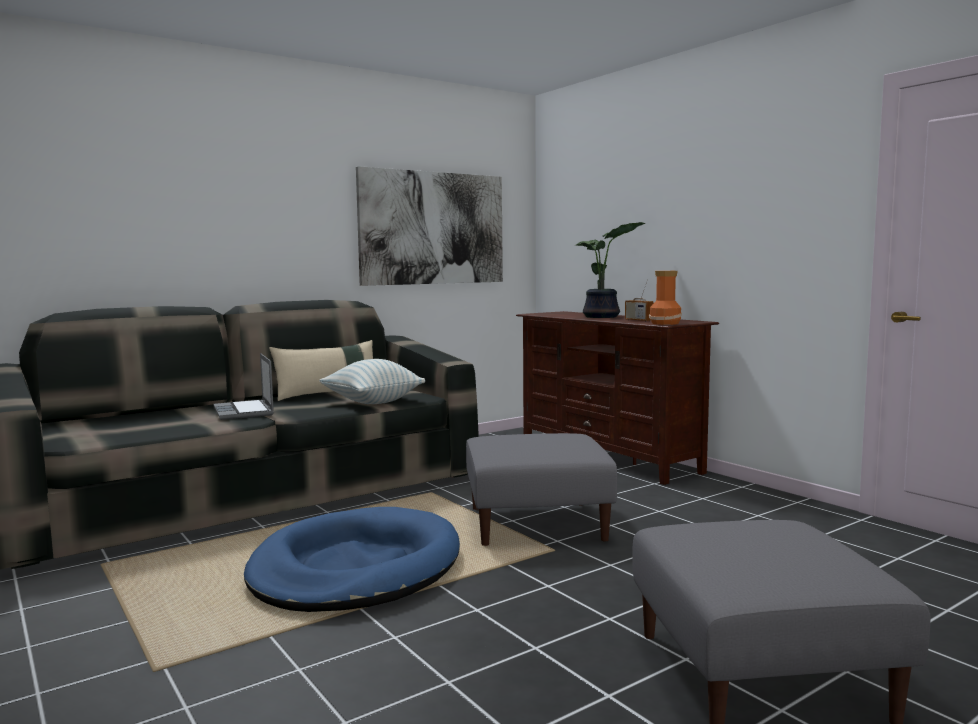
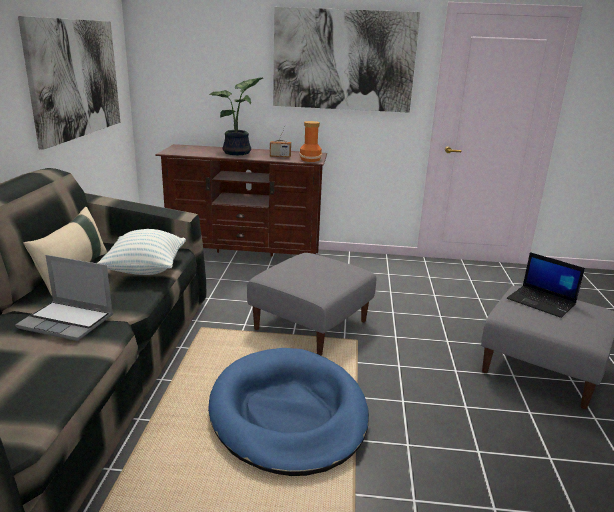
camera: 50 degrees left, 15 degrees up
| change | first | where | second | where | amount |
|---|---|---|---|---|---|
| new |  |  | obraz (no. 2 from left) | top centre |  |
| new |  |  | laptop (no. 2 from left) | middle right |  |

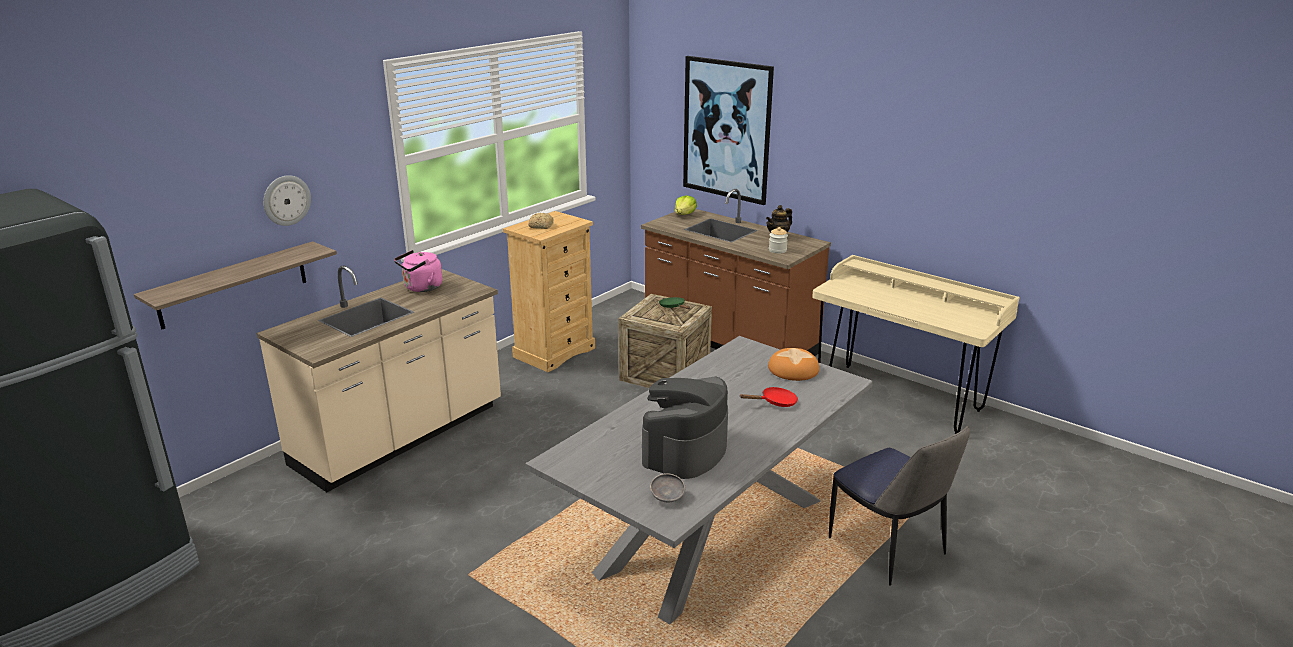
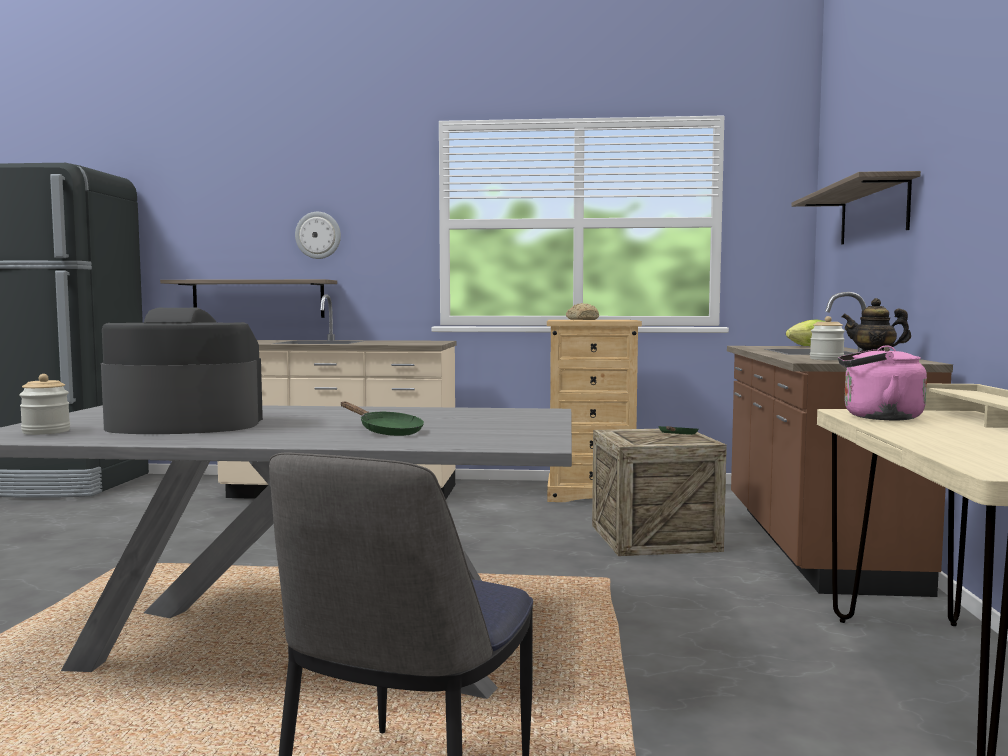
camera: 55 degrees right, 20 degrees down
| change | first | where | second | where | amount |
|---|---|---|---|---|---|
| gone | chleb (no. 2 from left) | centre |  |  |  |
| shifted | czajnik (różowy) | middle left |  | middle right |  |
| swapped | miska (szary) | bottom centre | słoik (no. 1 from left) | middle left |  |
| swapped | obraz | top centre | półka (no. 2 from left) | top right |  |
| repainted | patelnia (czerwony) | centre | patelnia (zielony) (no. 1 from left) | centre |  |

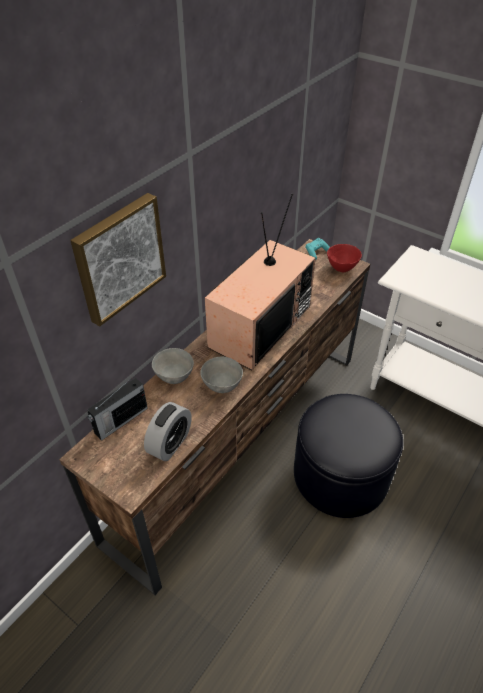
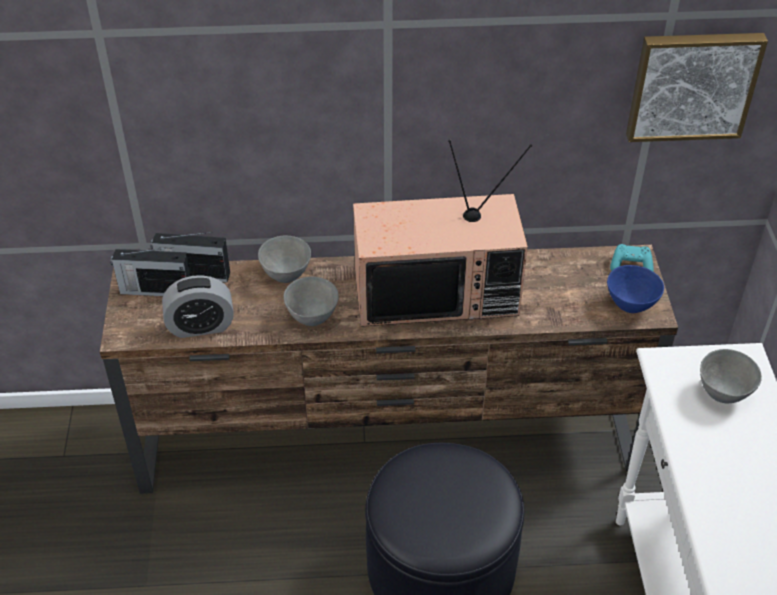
camera: 50 degrees right, 0 degrees up
| change | first | where | second | where | amount |
|---|---|---|---|---|---|
| new |  |  | radio (no. 1 from left) | middle left |  |
| new |  |  | miska (szary) (no. 3 from left) | middle right |  |
| shifted | obraz | middle left |  | top right |  |
| repainted | miska (czerwony) | middle right | miska (niebieski) | middle right |  |

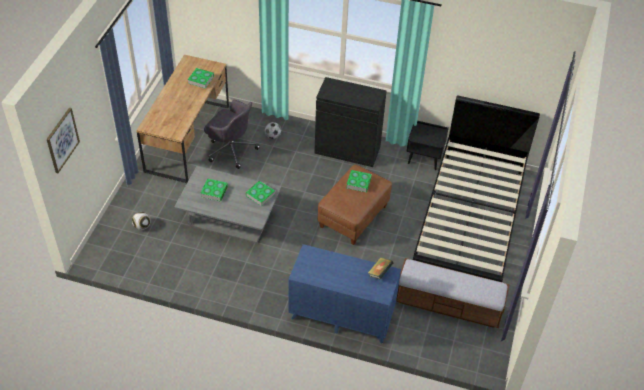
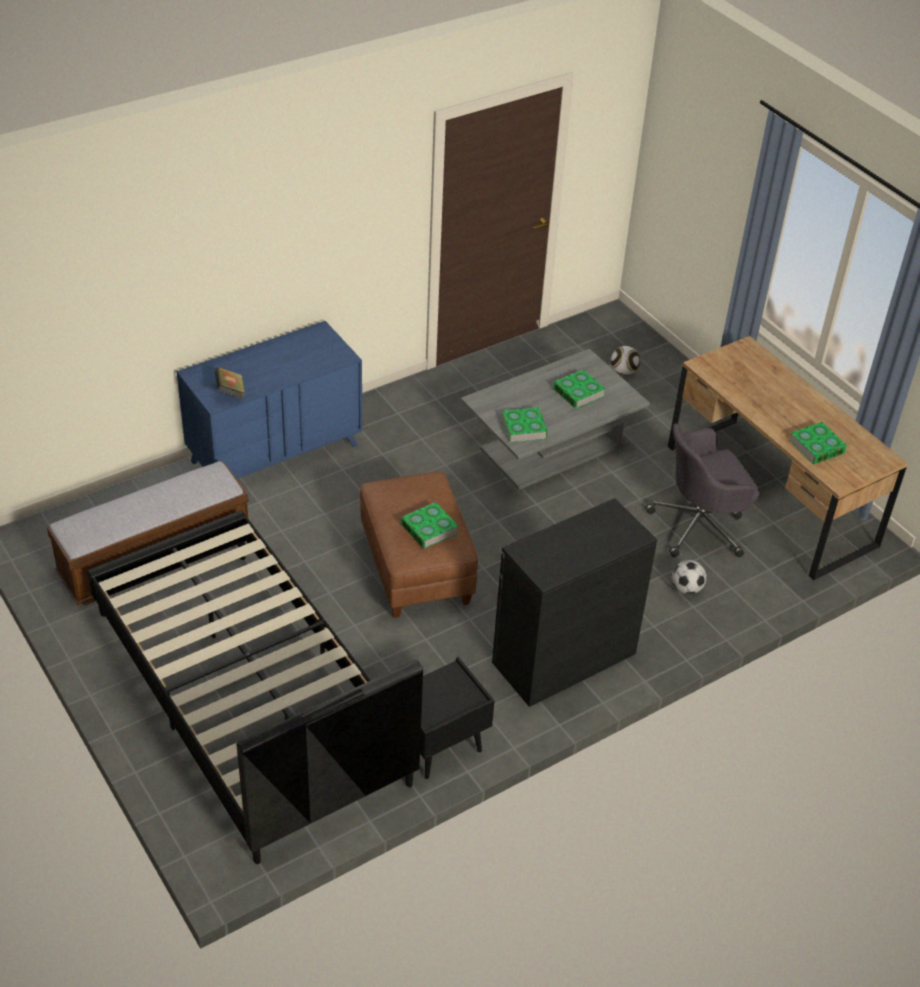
camera: 130 degrees right, 5 degrees down
| change | first | where | second | where | amount |
|---|---|---|---|---|---|
| gone | obraz | middle left |  |  |  |

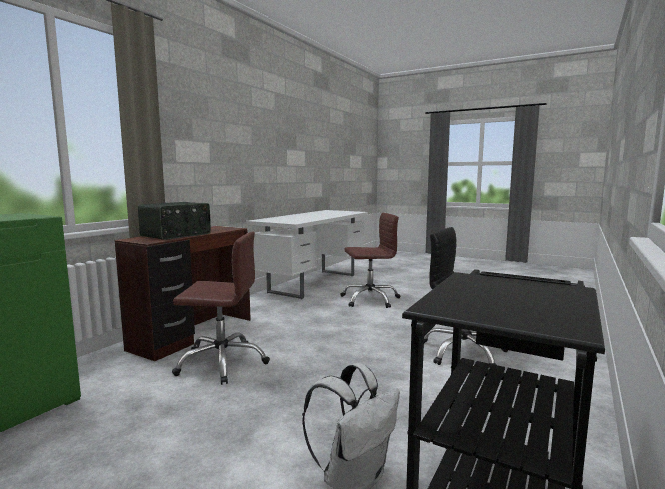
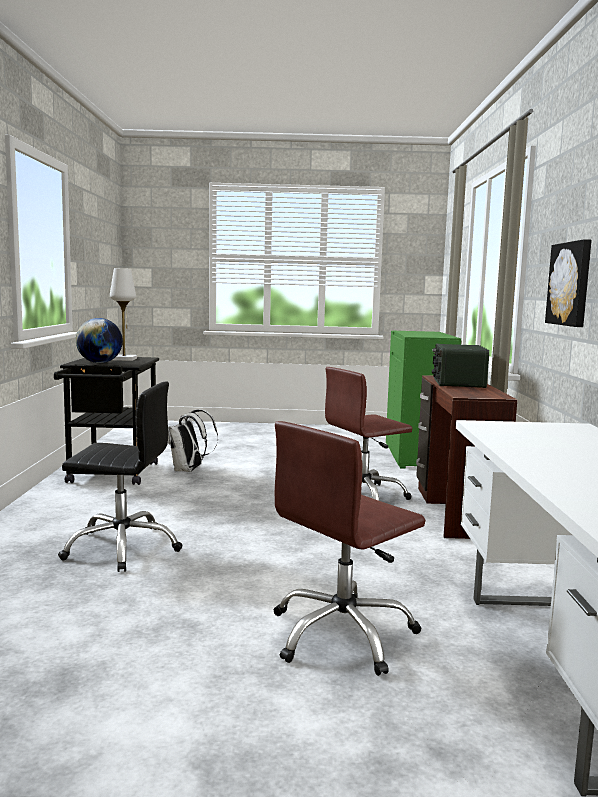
camera: 150 degrees right, 0 degrees up
| change | first | where | second | where | amount |
|---|---|---|---|---|---|
| new |  |  | globus | middle left |  |
| new |  |  | lampa stołowa (biały) | middle left |  |
| new |  |  | obraz | middle right |  |

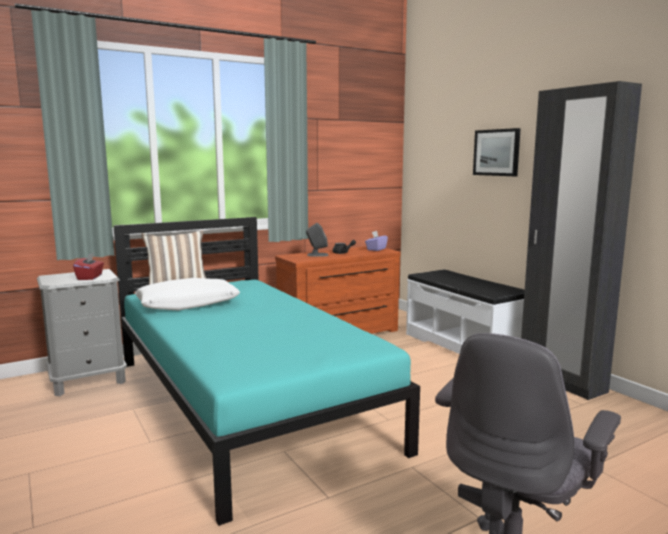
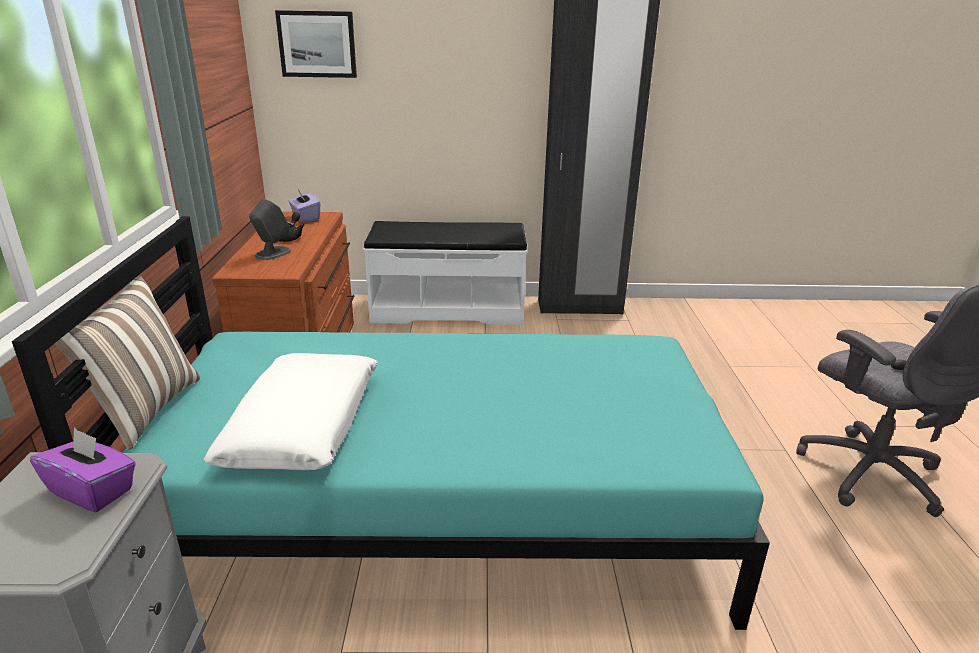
camera: 60 degrees left, 15 degrees up
| change | first | where | second | where | amount |
|---|---|---|---|---|---|
| shifted | obraz | top right |  | top left |  |
| repainted | pudełko chusteczek (czerwony) | middle left | pudełko chusteczek (fioletowy) (no. 1 from left) | bottom left |  |

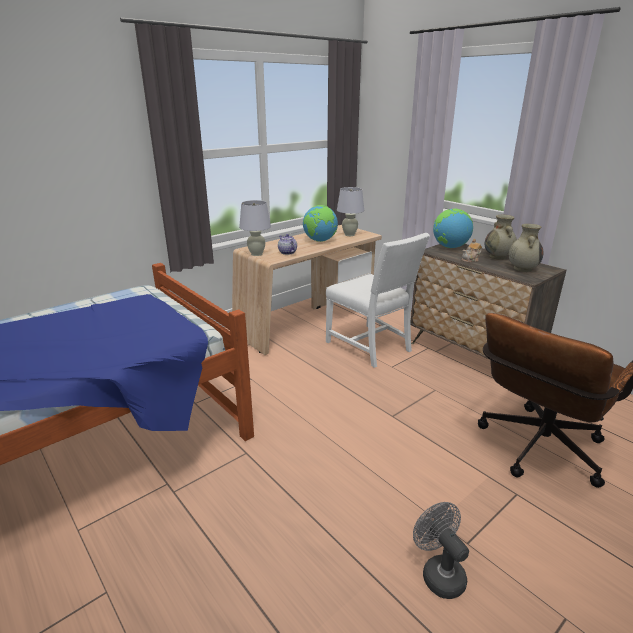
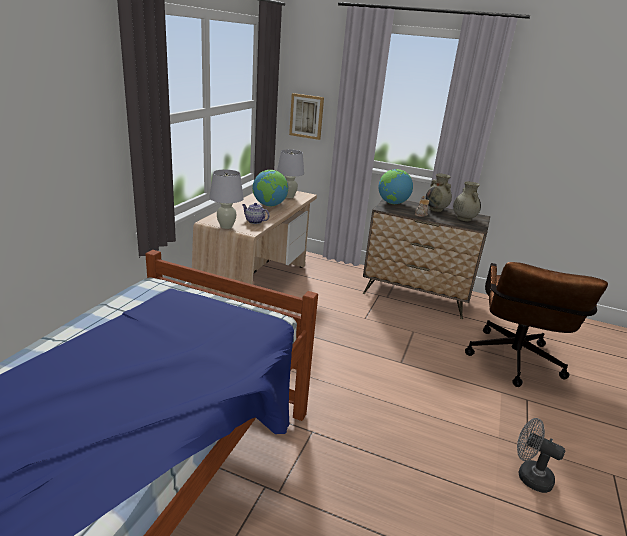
camera: 30 degrees left, 0 degrees up
| change | first | where | second | where | amount |
|---|---|---|---|---|---|
| gone | krzesło (biały) | centre |  |  |  |
| new |  |  | obraz | top centre |  |

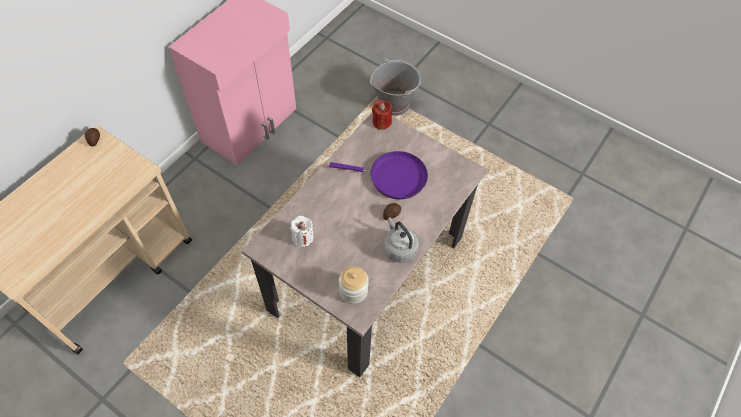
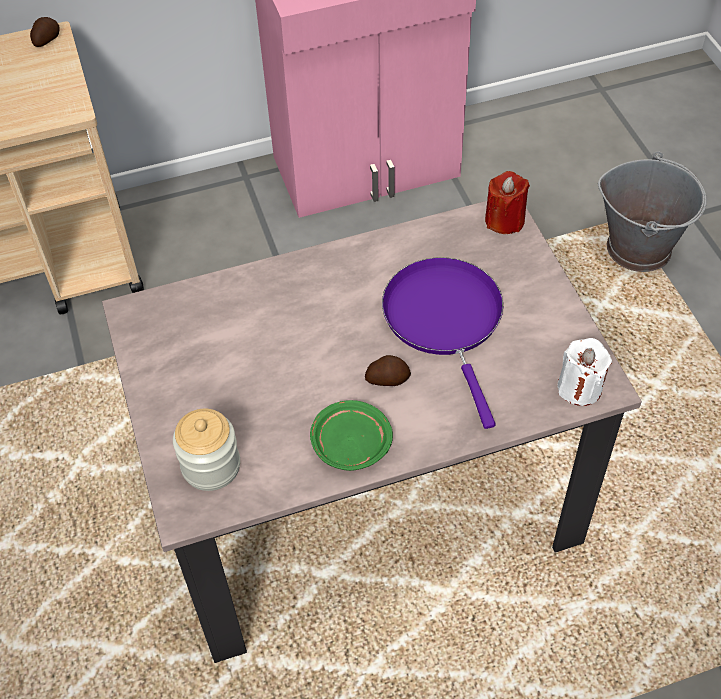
camera: 40 degrees right, 5 degrees down
| change | first | where | second | where | amount |
|---|---|---|---|---|---|
| shifted | świeca (biały) | centre |  | middle right |  |
| swapped | czajnik (szary) | centre | talerz (zielony) | centre |  |
| rotated | patelnia (fioletowy) | centre |  | centre | 150 degrees counterclockwise |

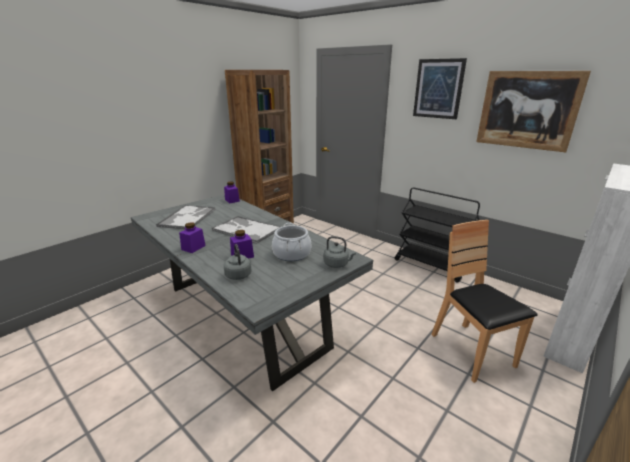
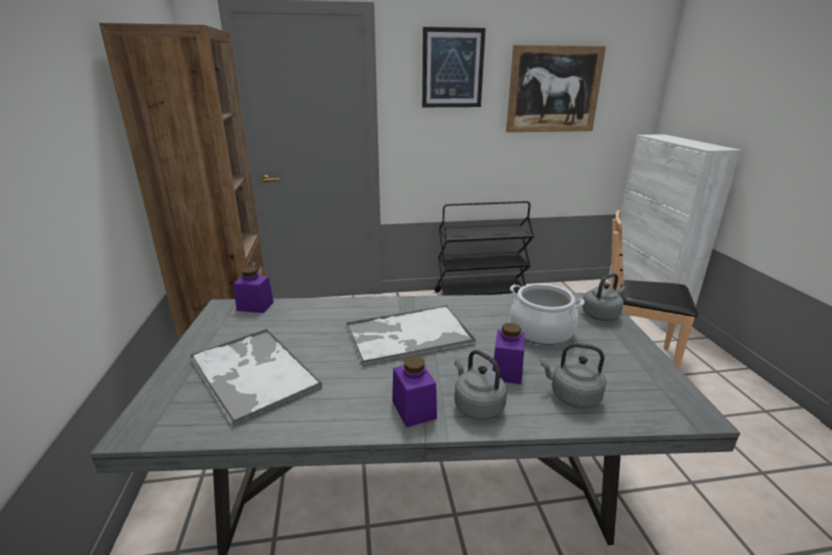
camera: 50 degrees left, 0 degrees up
| change | first | where | second | where | amount |
|---|---|---|---|---|---|
| new |  |  | czajnik (szary) (no. 1 from left) | bottom centre |  |

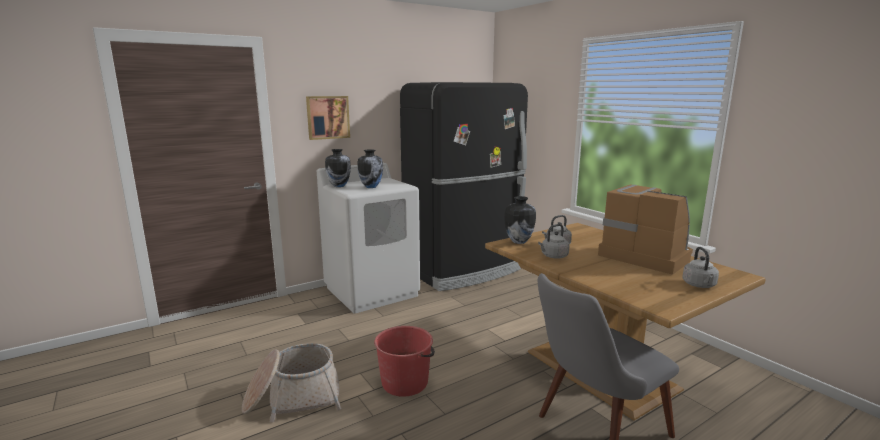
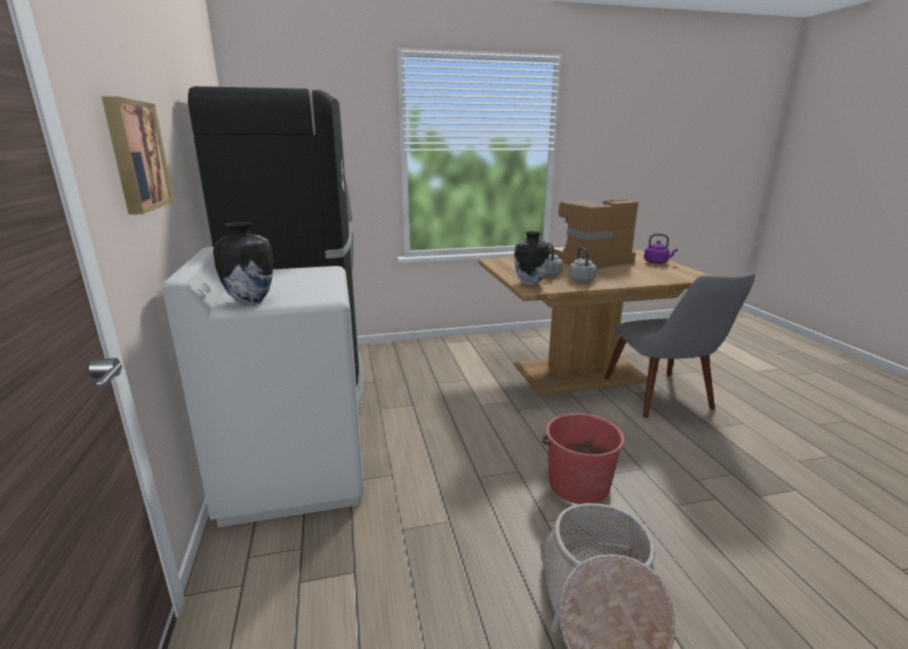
camera: 70 degrees left, 5 degrees up
| change | first | where | second | where | amount |
|---|---|---|---|---|---|
| gone | wazon (no. 2 from left) | centre |  |  |  |
| repainted | czajnik (szary) (no. 3 from left) | middle right | czajnik (fioletowy) | middle right |  |

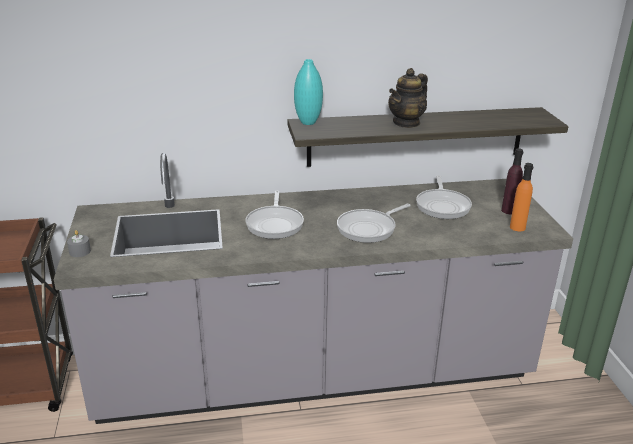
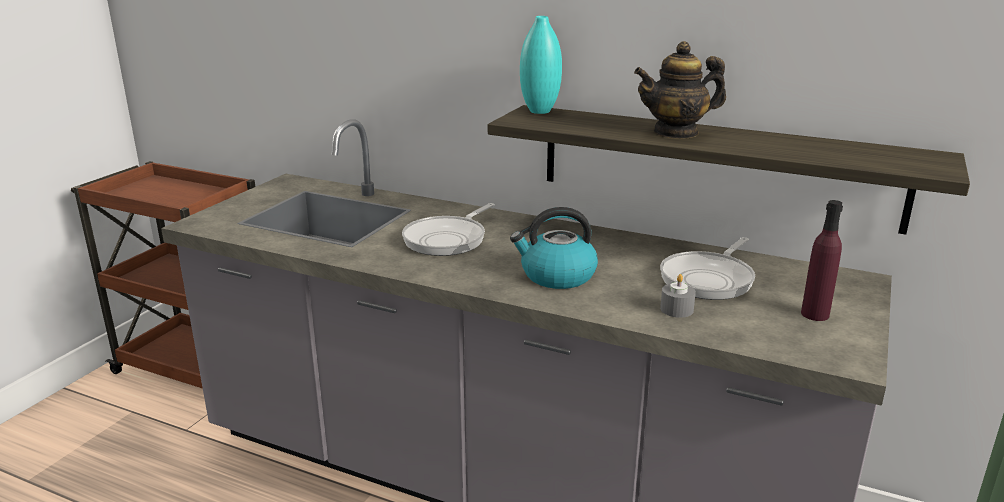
camera: 35 degrees right, 5 degrees down
| change | first | where | second | where | amount |
|---|---|---|---|---|---|
| gone | butelka (pomarańczowy) | middle right |  |  |  |
| shifted | świeca (szary) | middle left |  | middle right |  |
| swapped | patelnia (no. 2 from left) | centre | czajnik | centre |  |

